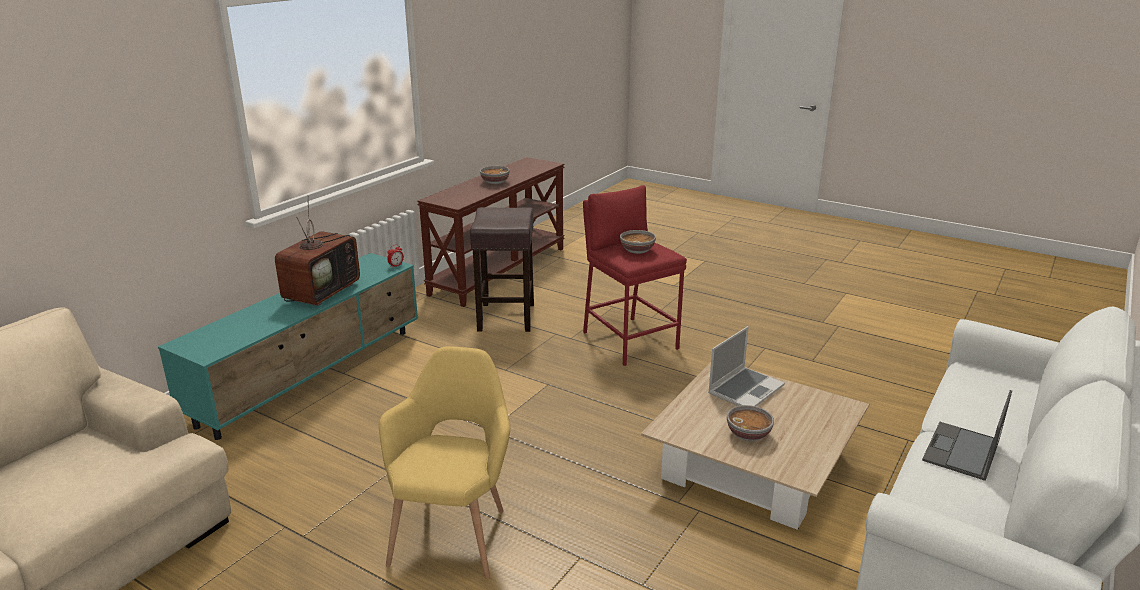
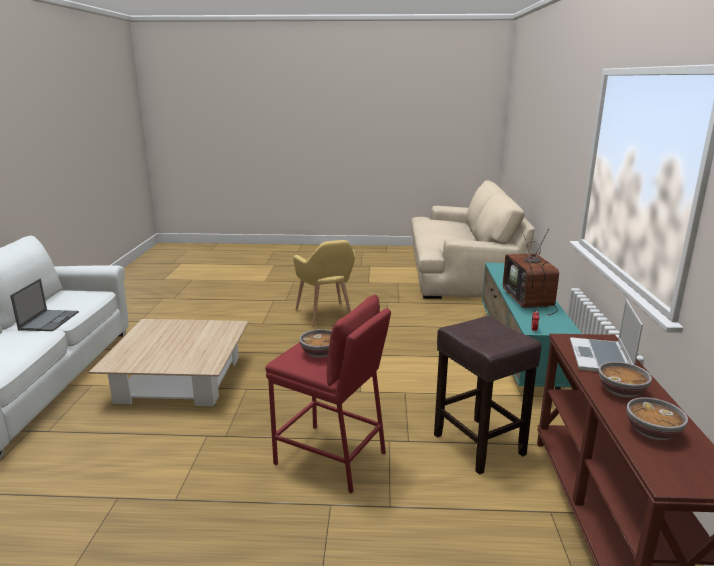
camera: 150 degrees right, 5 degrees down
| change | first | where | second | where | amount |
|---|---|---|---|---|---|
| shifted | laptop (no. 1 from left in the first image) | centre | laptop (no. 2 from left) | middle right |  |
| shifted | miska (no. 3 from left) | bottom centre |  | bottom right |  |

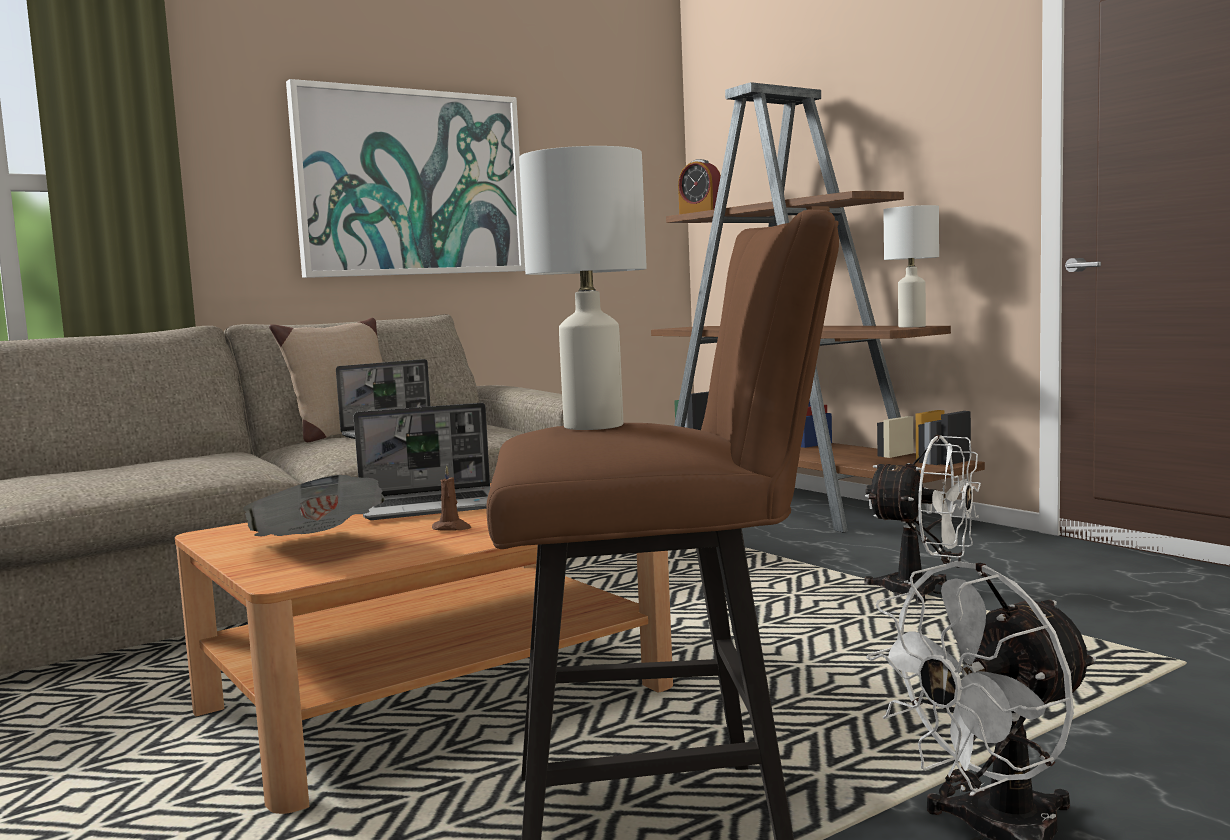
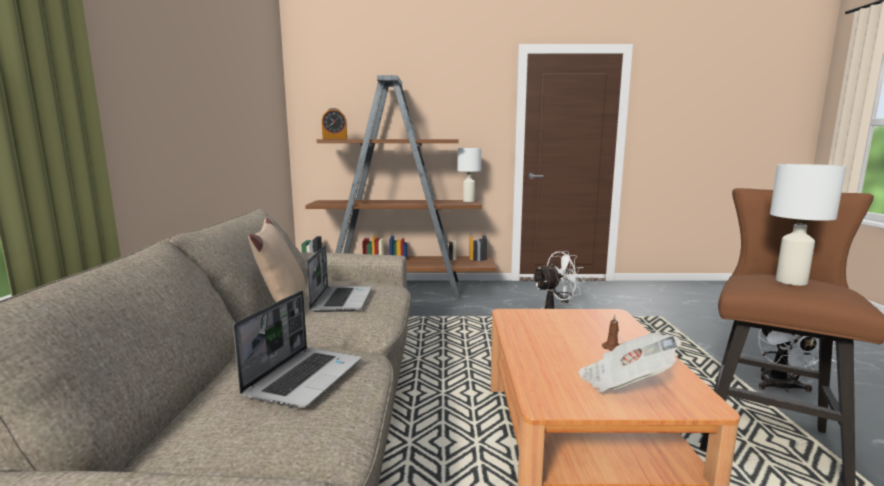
camera: 55 degrees left, 5 degrees up
| change | first | where | second | where | amount |
|---|---|---|---|---|---|
| gone | obraz | top left |  |  |  |
| shifted | laptop (no. 2 from left in the first image) | centre | laptop (no. 1 from left) | bottom centre |  |

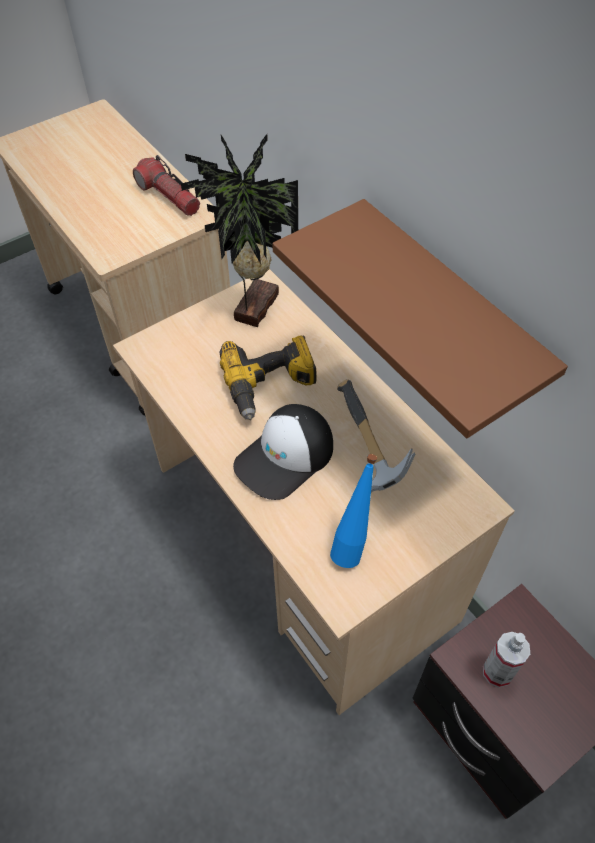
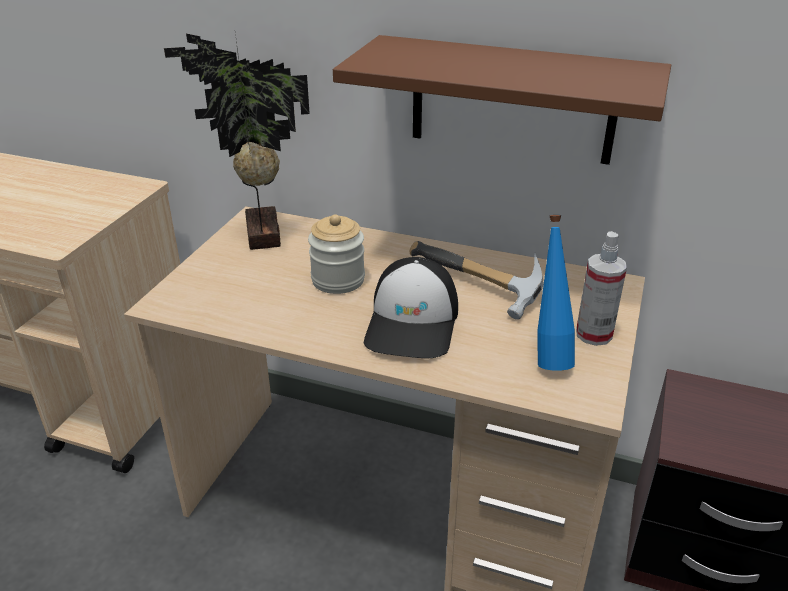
camera: 35 degrees left, 20 degrees down
| change | first | where | second | where | amount |
|---|---|---|---|---|---|
| gone | latarka | top left |  |  |  |
| shifted | spryskiwacz | bottom right |  | middle right |  |
| swapped | wiertarka | centre | słoik | centre |  |

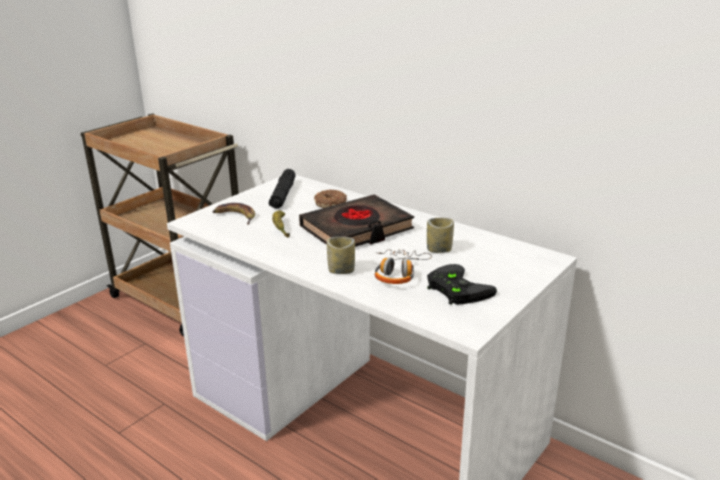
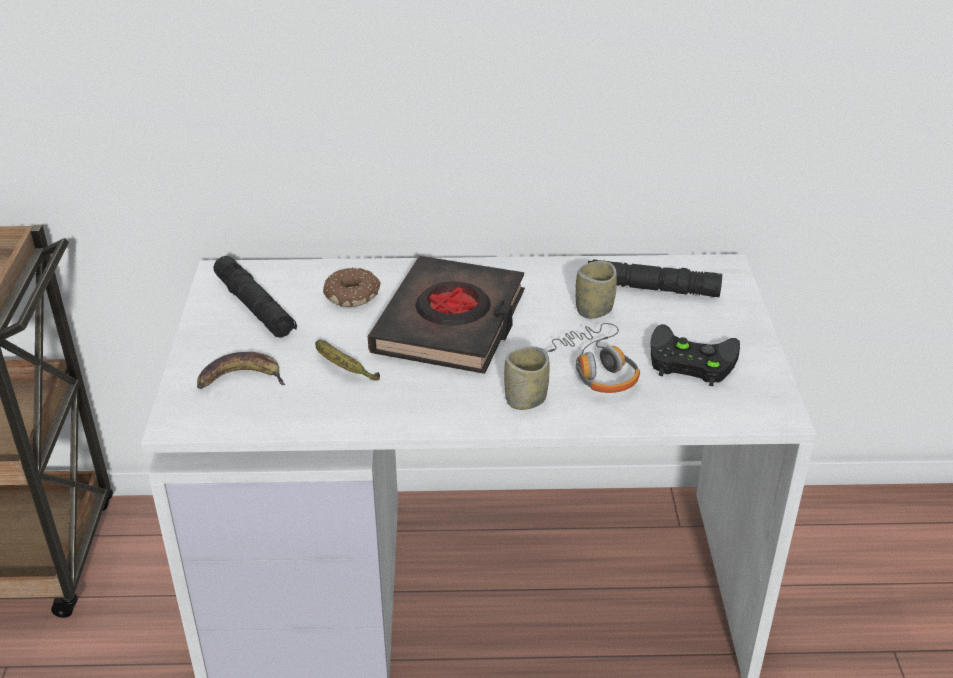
camera: 40 degrees left, 10 degrees up
| change | first | where | second | where | amount |
|---|---|---|---|---|---|
| new |  |  | latarka (czarny) (no. 2 from left) | middle right |  |

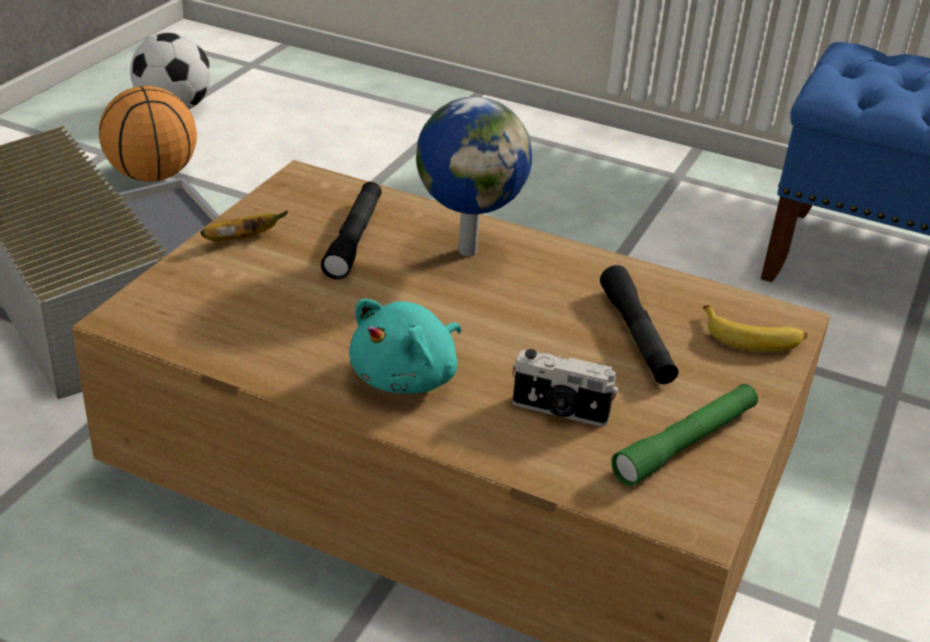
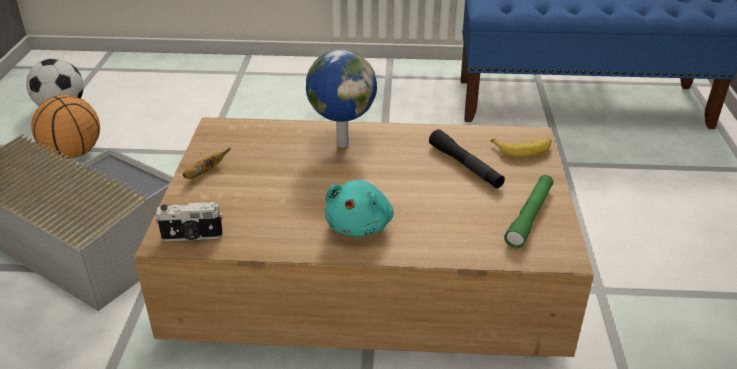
camera: 20 degrees left, 0 degrees up
| change | first | where | second | where | amount |
|---|---|---|---|---|---|
| gone | latarka (czarny) (no. 1 from left) | centre |  |  |  |
| shifted | aparat fotograficzny | centre |  | middle left |  |

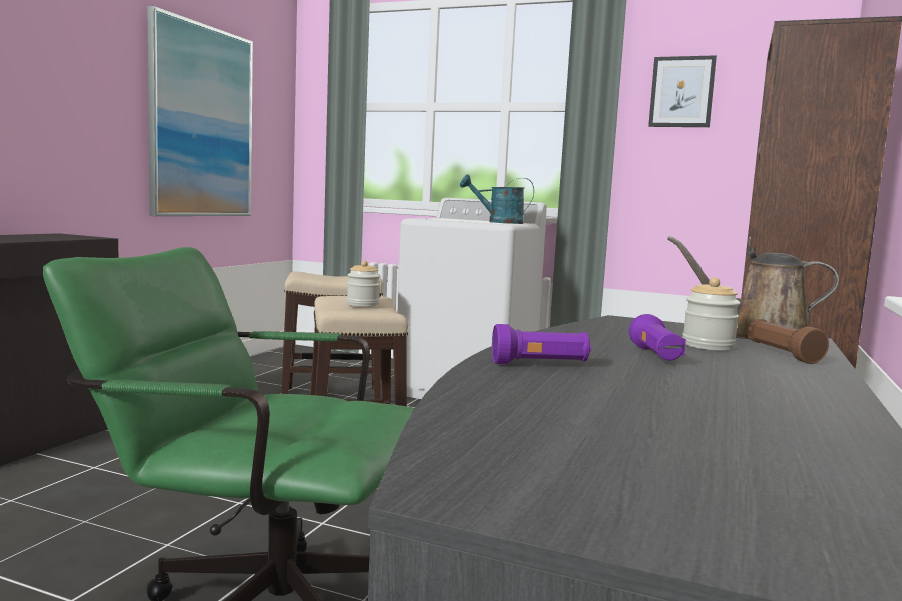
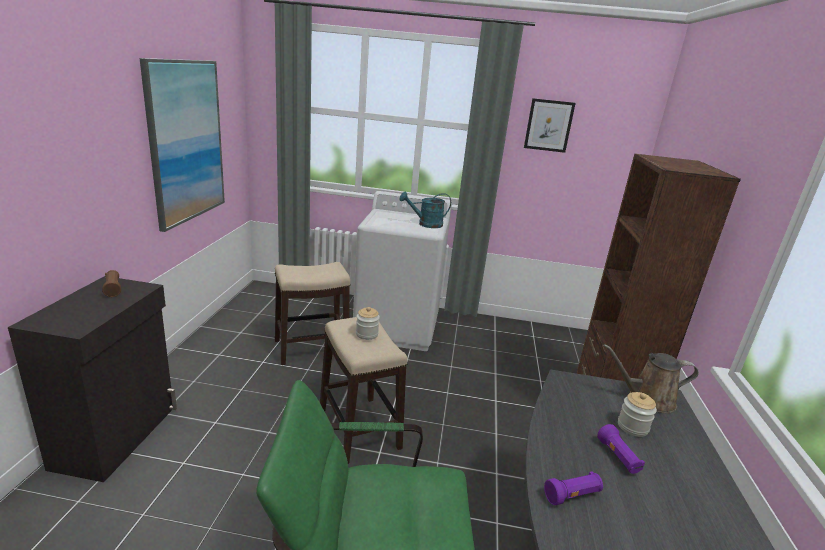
camera: 15 degrees left, 15 degrees up
| change | first | where | second | where | amount |
|---|---|---|---|---|---|
| shifted | latarka (brązowy) | middle right |  | middle left |  |

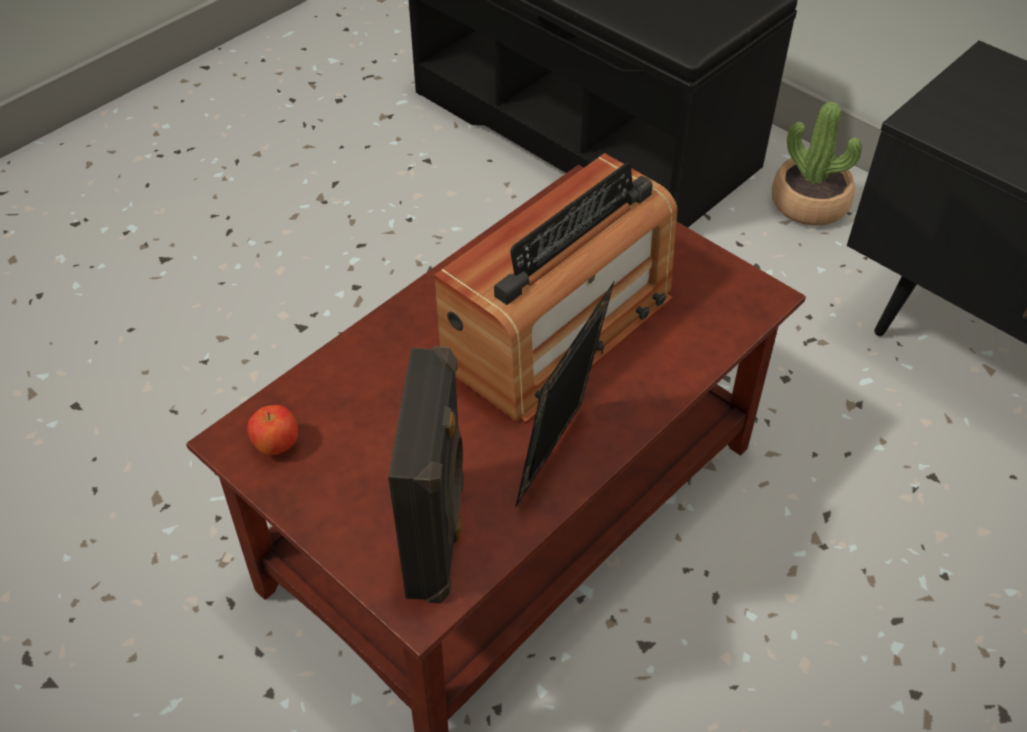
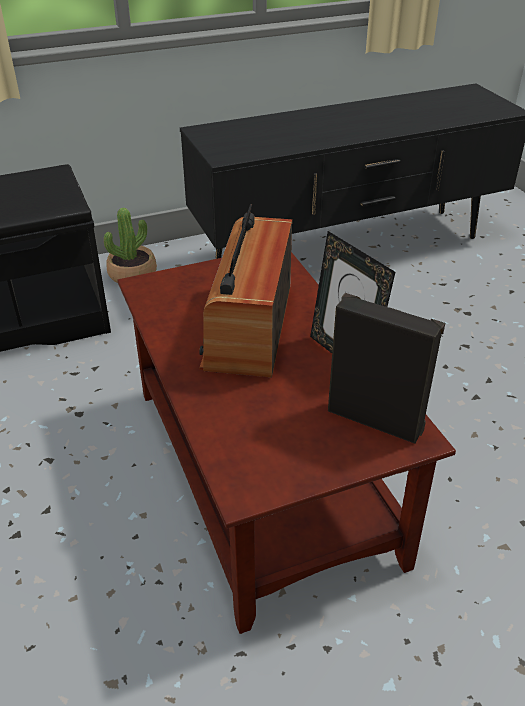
camera: 65 degrees left, 10 degrees down
| change | first | where | second | where | amount |
|---|---|---|---|---|---|
| gone | jabłko | middle left |  |  |  |
| rotated | radio | centre |  | centre | 150 degrees counterclockwise |

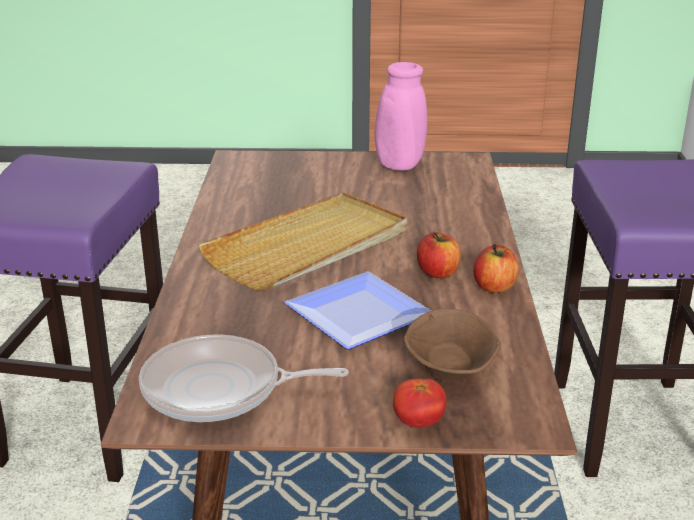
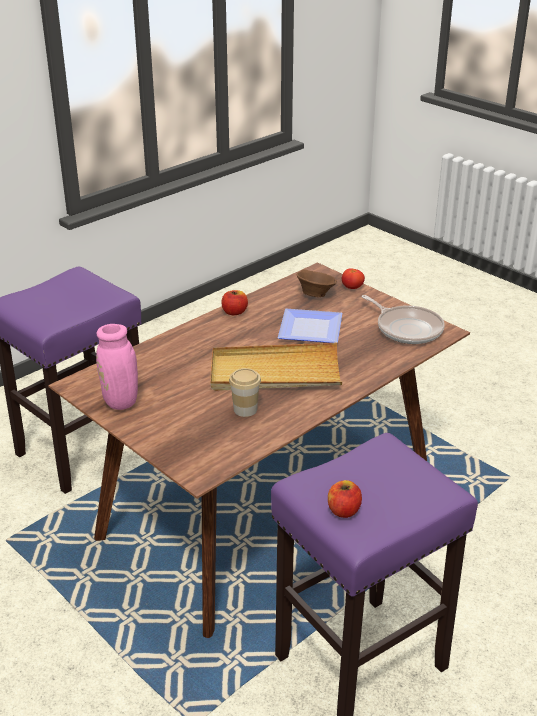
camera: 135 degrees left, 5 degrees up
| change | first | where | second | where | amount |
|---|---|---|---|---|---|
| new |  |  | filiżanka | centre |  |
| shifted | jabłko (no. 1 from left in the first image) | centre | jabłko (no. 2 from left) | bottom centre |  |

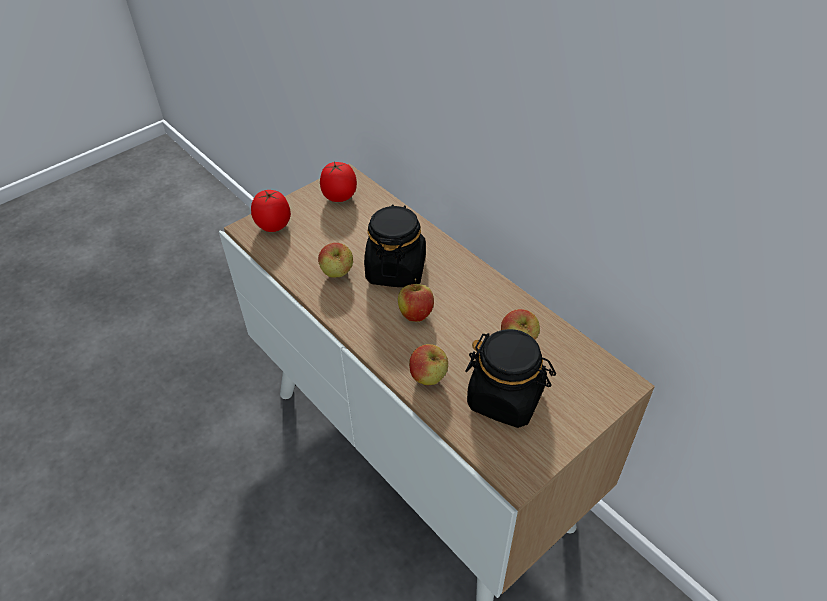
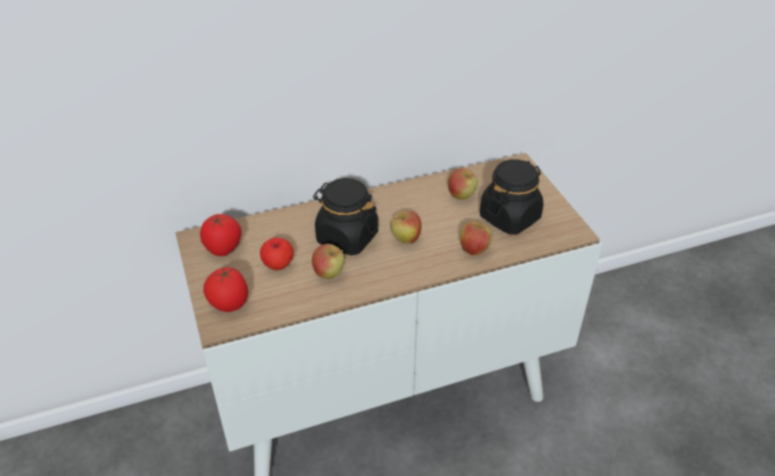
camera: 70 degrees left, 5 degrees down
| change | first | where | second | where | amount |
|---|---|---|---|---|---|
| new |  |  | jabłko (no. 1 from left) | centre |  |

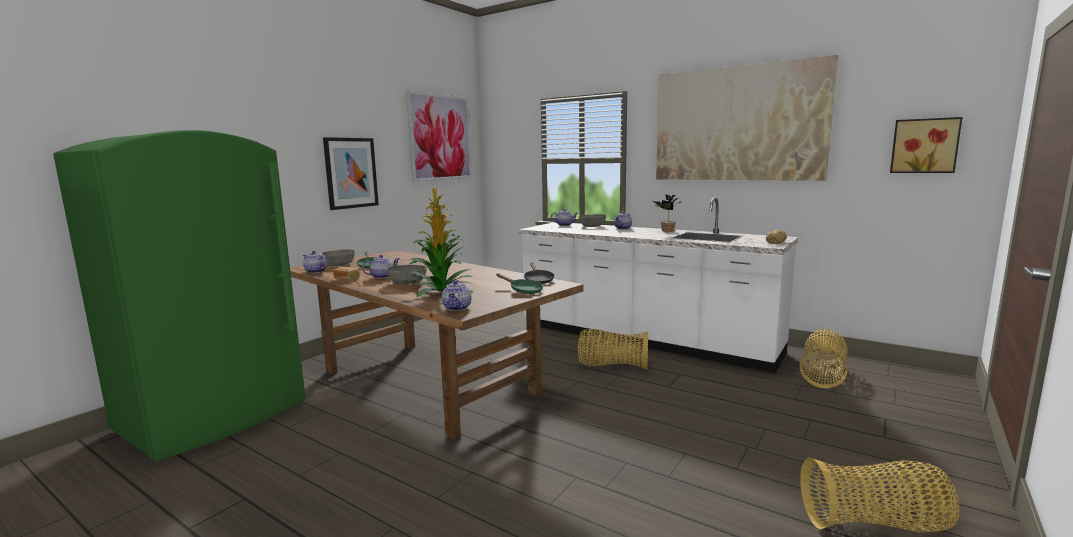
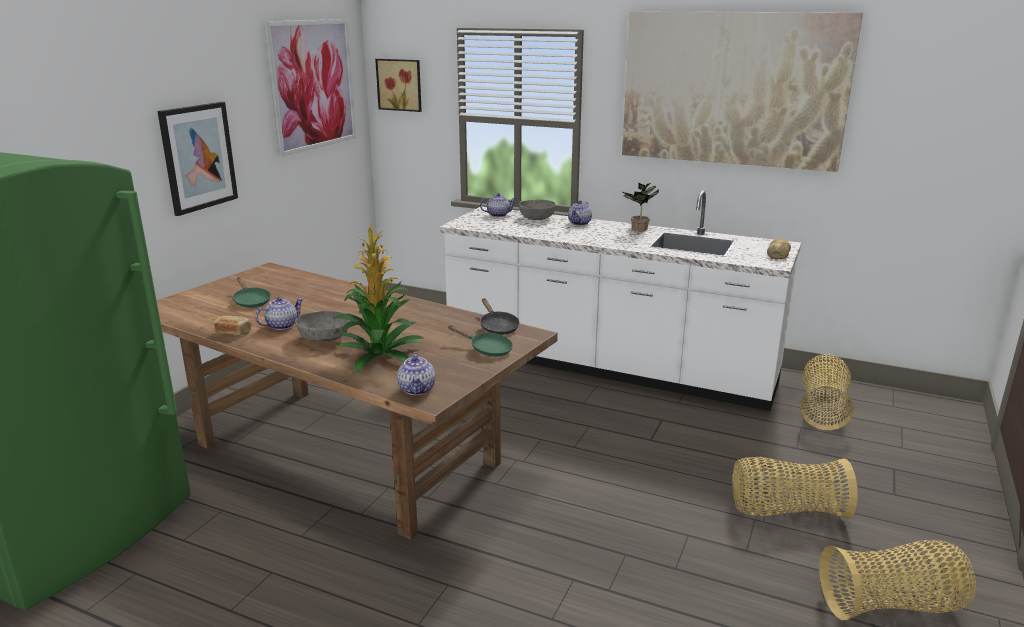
camera: 10 degrees left, 10 degrees up
| change | first | where | second | where | amount |
|---|---|---|---|---|---|
| gone | imbryk (no. 1 from left) | middle left |  |  |  |
| gone | miska (szary) (no. 1 from left) | middle left |  |  |  |
| shifted | koszyk (no. 1 from left) | centre |  | bottom right |  |
| shifted | obraz (no. 4 from left in the first image) | top right | obraz (no. 3 from left) | top centre |  |

